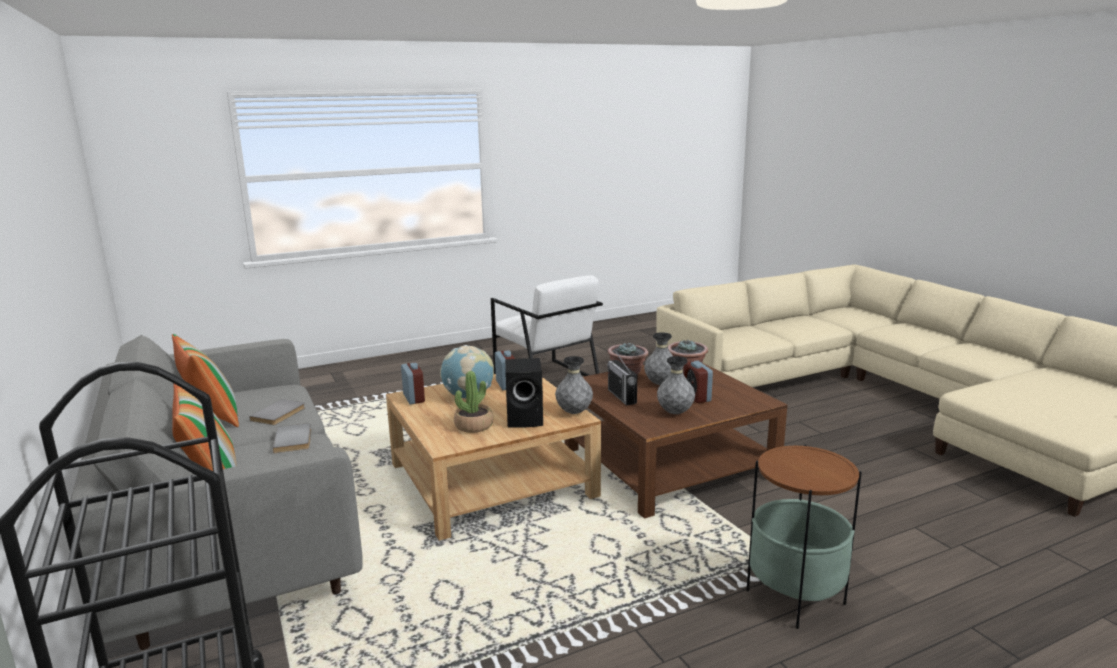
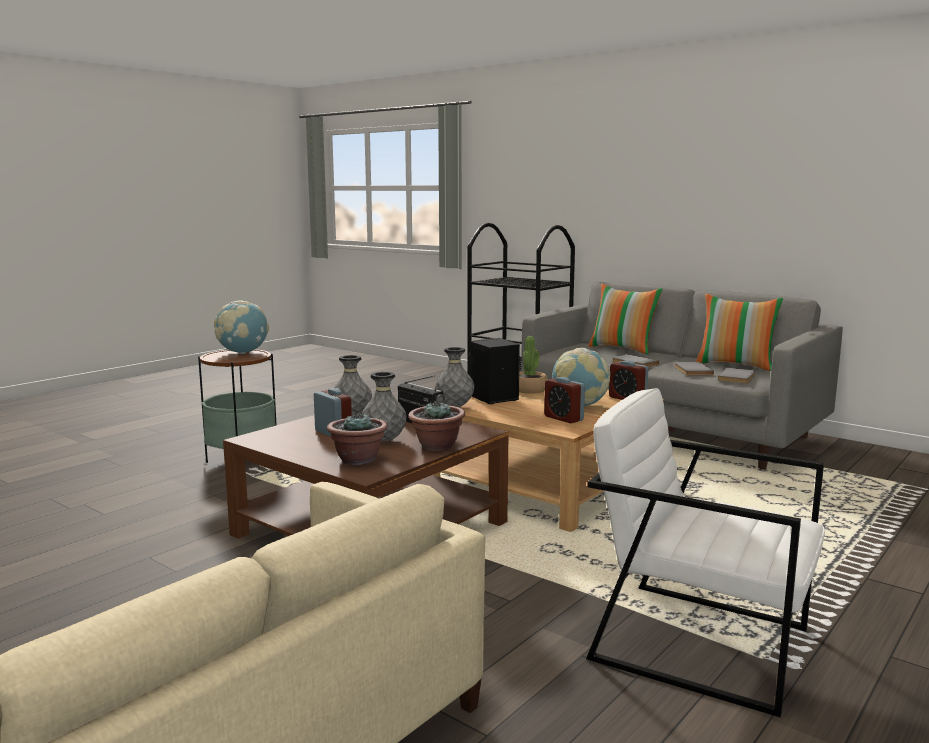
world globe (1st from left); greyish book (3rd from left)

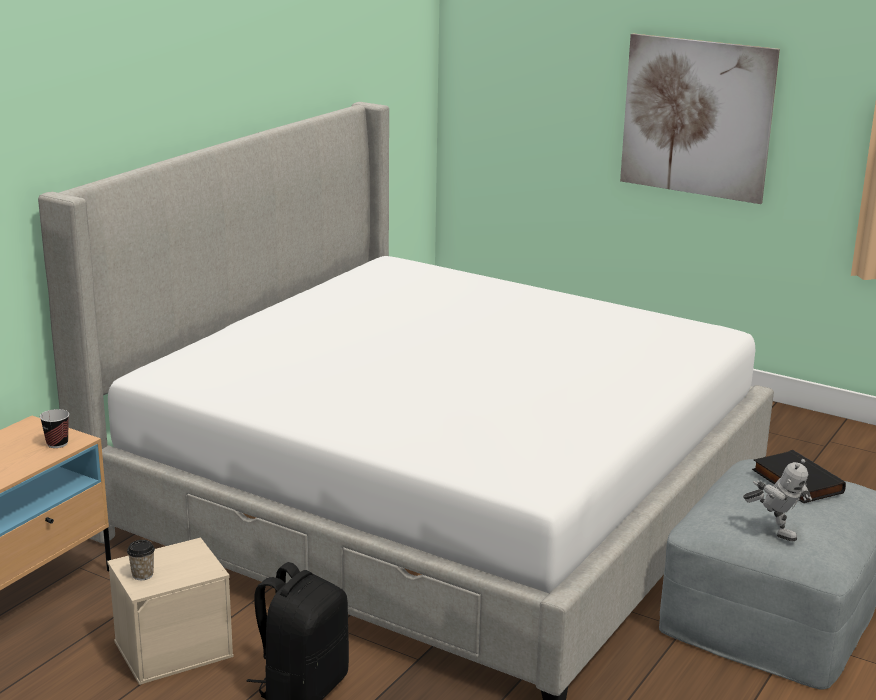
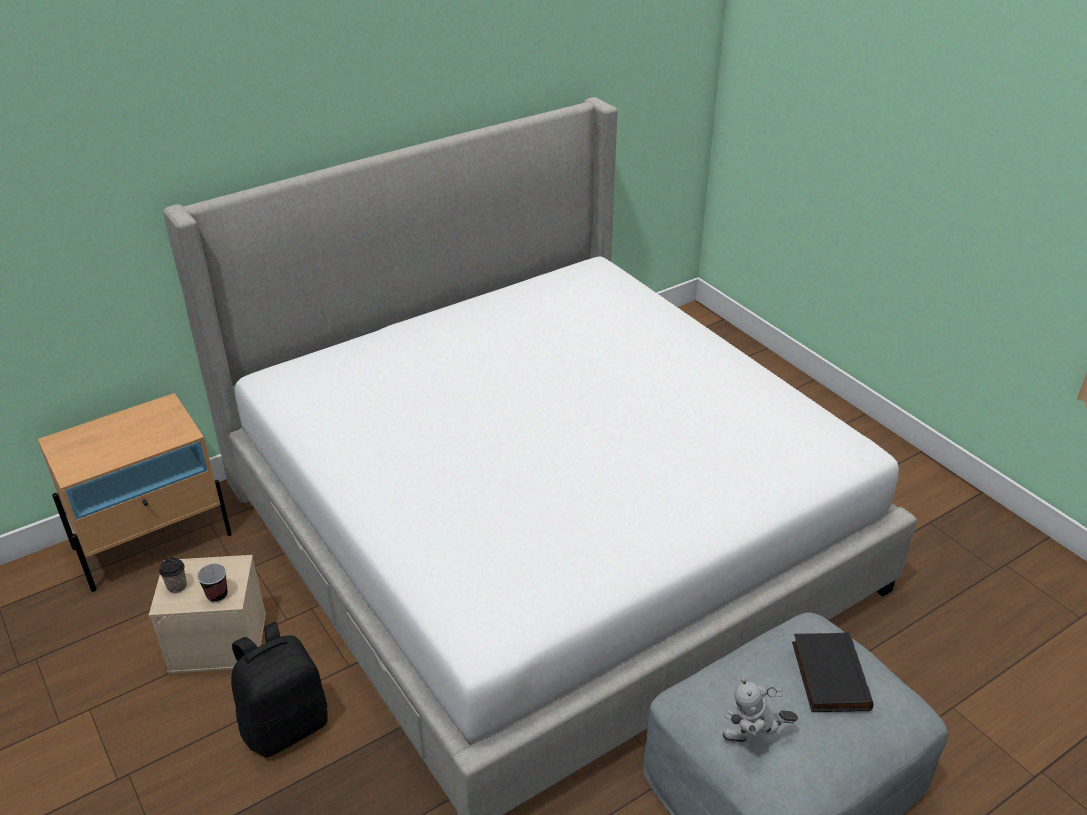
picture; drinking cup (2nd from left); toy robot

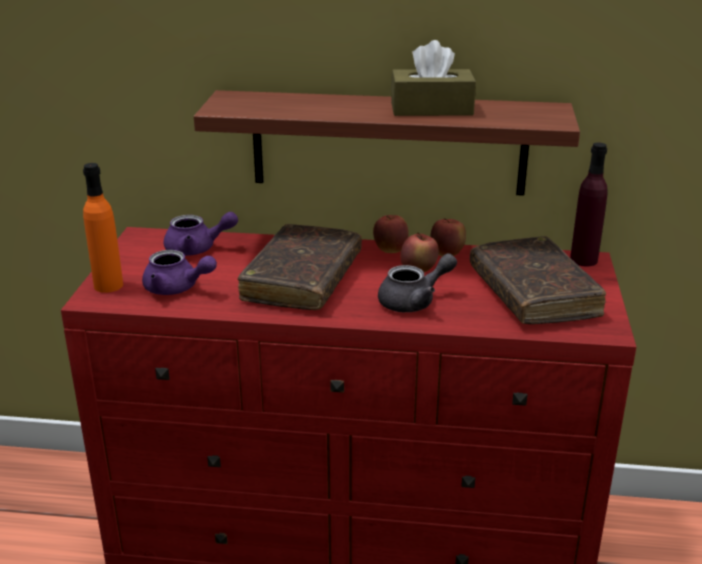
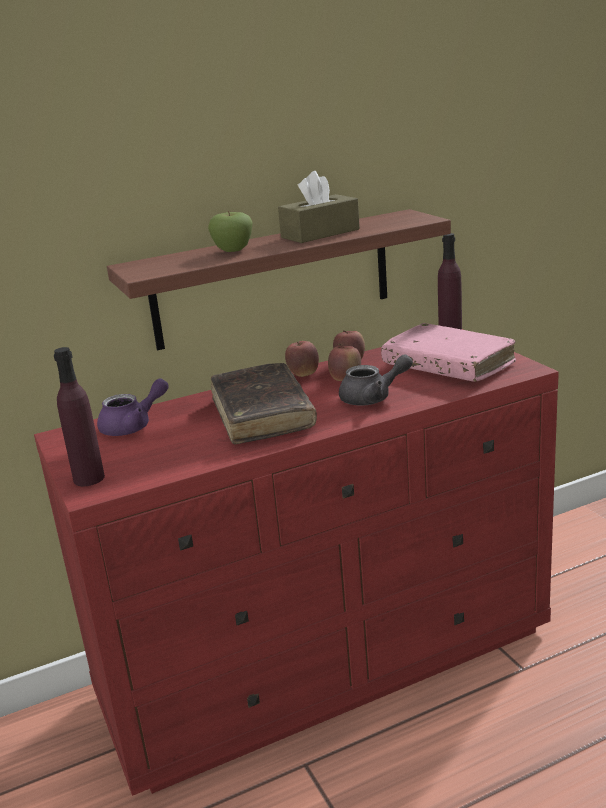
purple drink bottle (1st from left); pinkish book; purple teapot (1st from left in the first image); greyish teapot; apple fruit (1st from left)

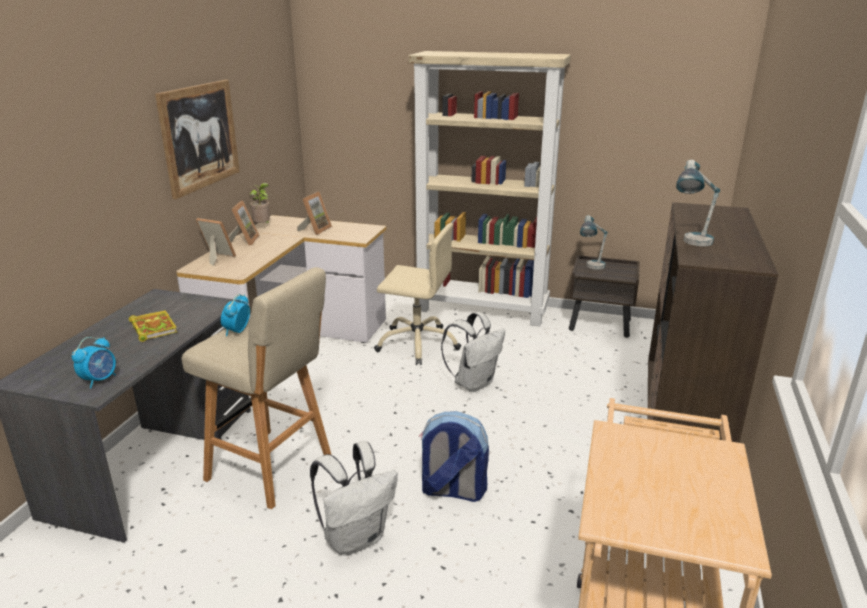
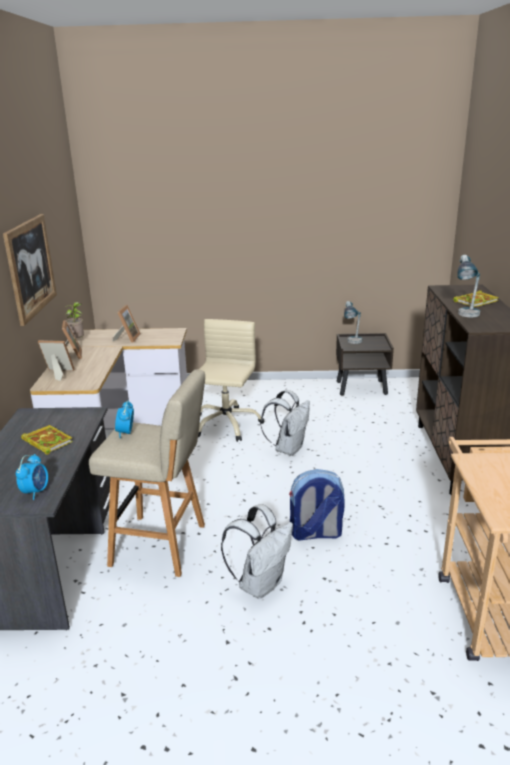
beige-coloured bookshelf; beige-coloured office chair; book (2nd from left)

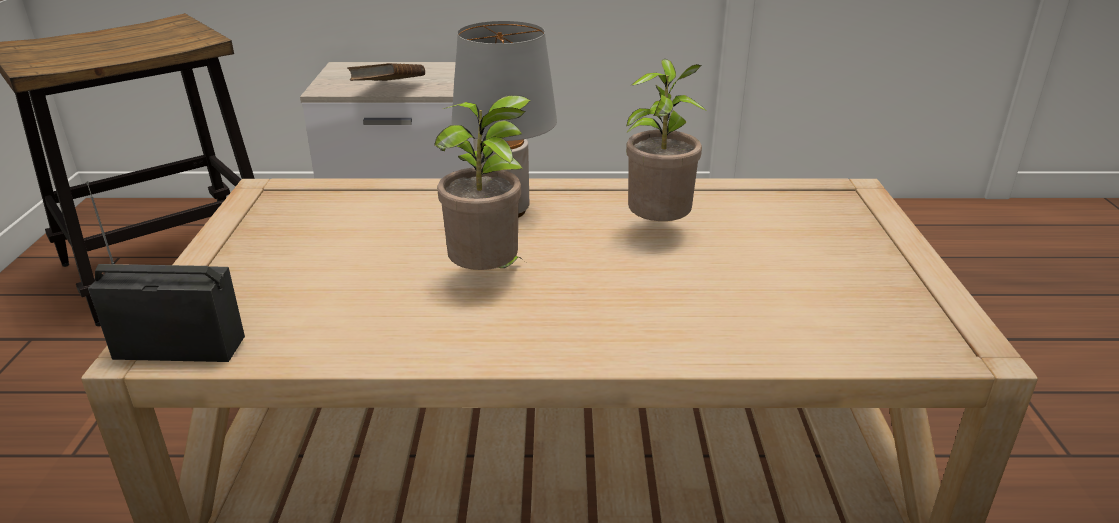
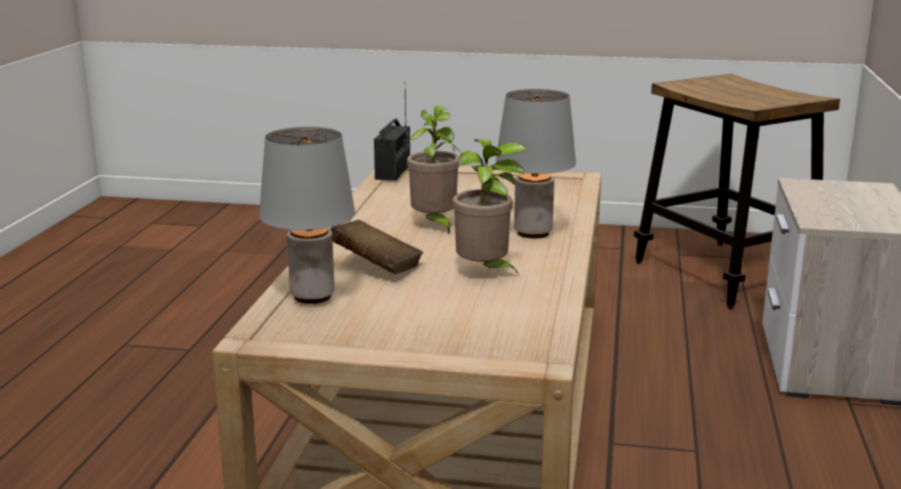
brownish book; greyish tabletop lamp (1st from left)

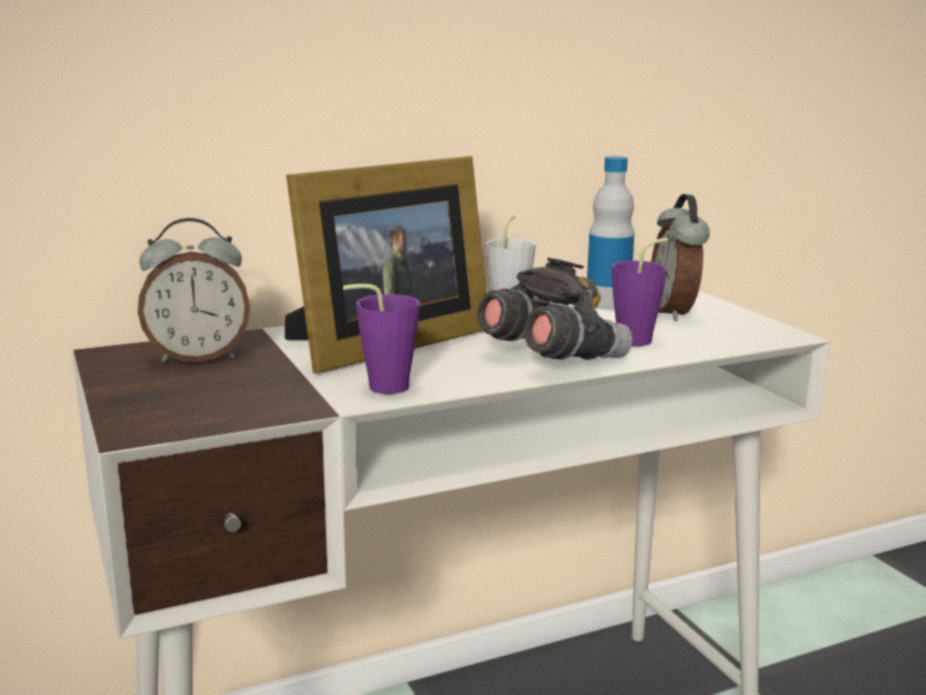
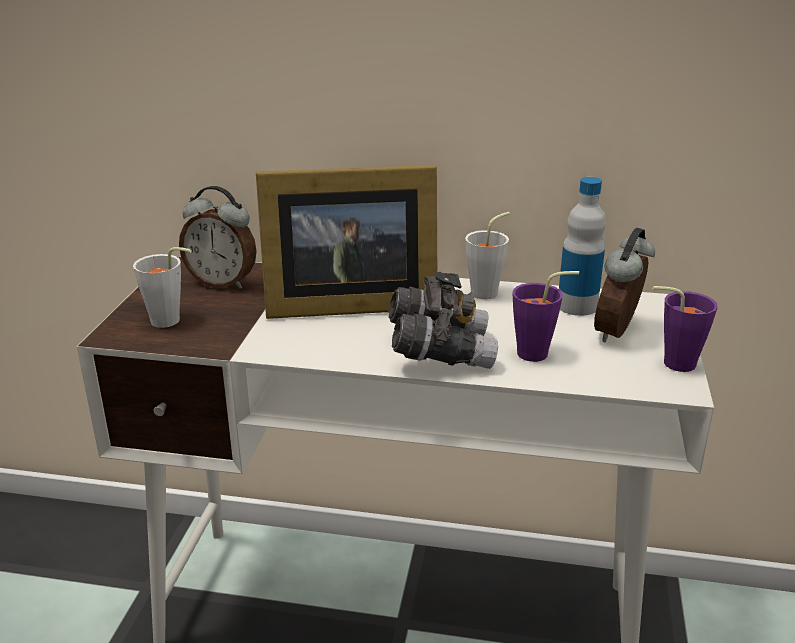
purple drinking cup (2nd from left); greyish drinking cup (1st from left)

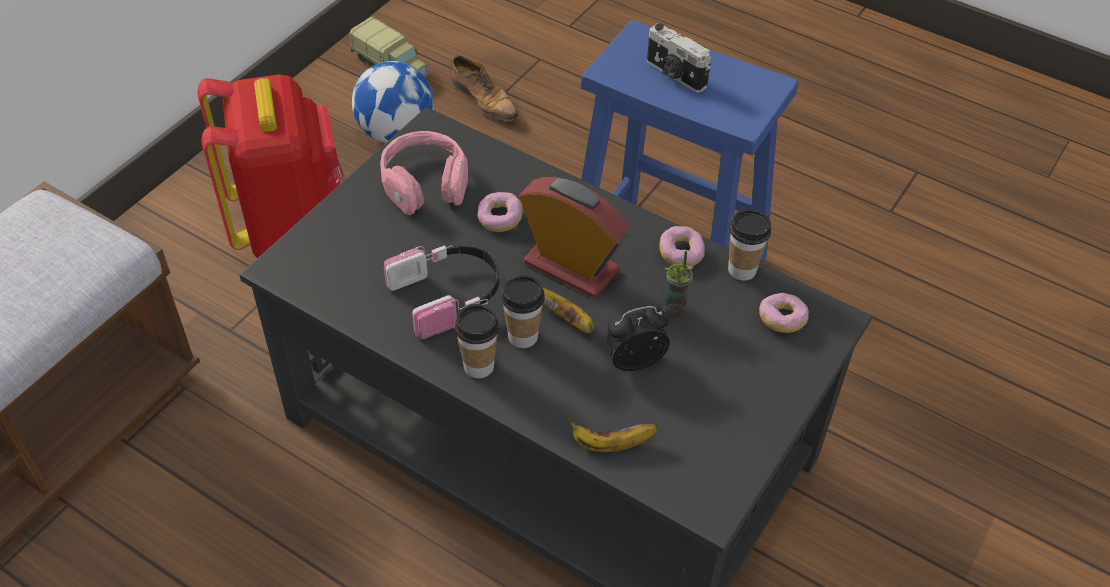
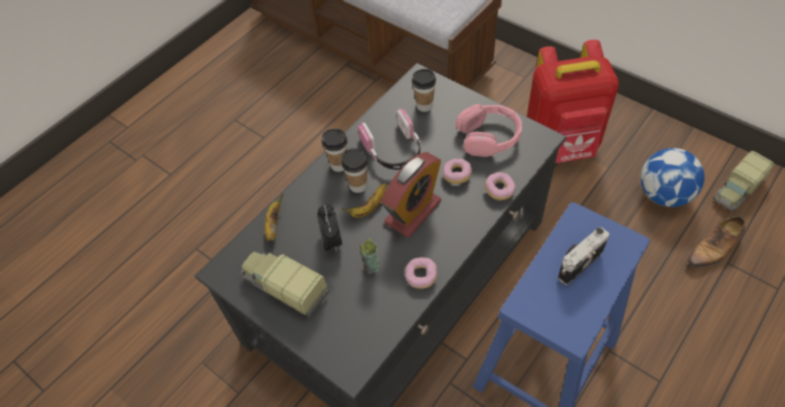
drinking cup (4th from left); donut (3rd from left); toy lorry (1st from left)

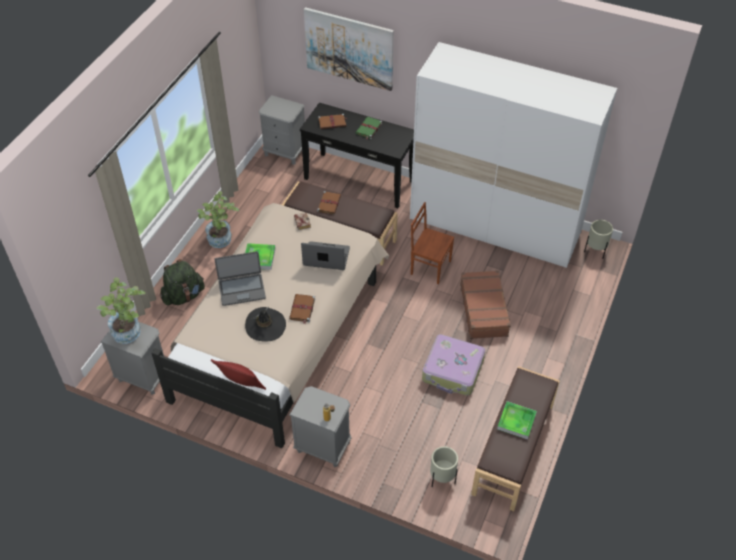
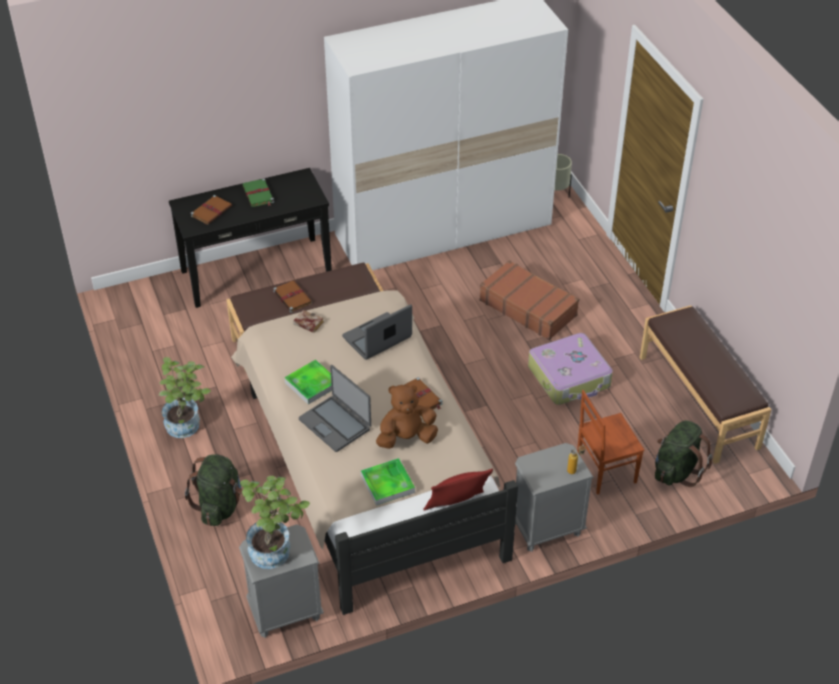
picture; greyish bedside table (2nd from left in the first image); brownish chair; portable computer (1st from left); brownish cuddly toy; carrying tray (2nd from left); green-coloured rucksack (2nd from left)

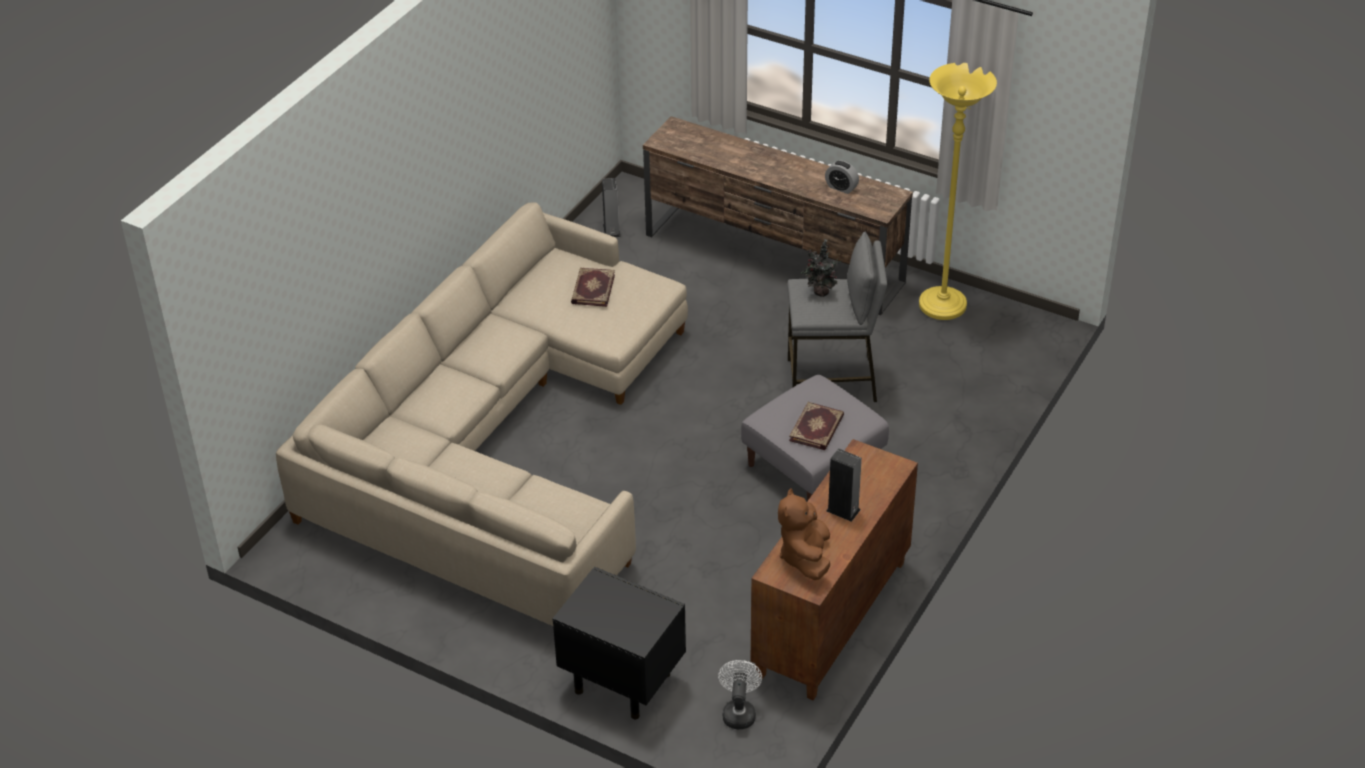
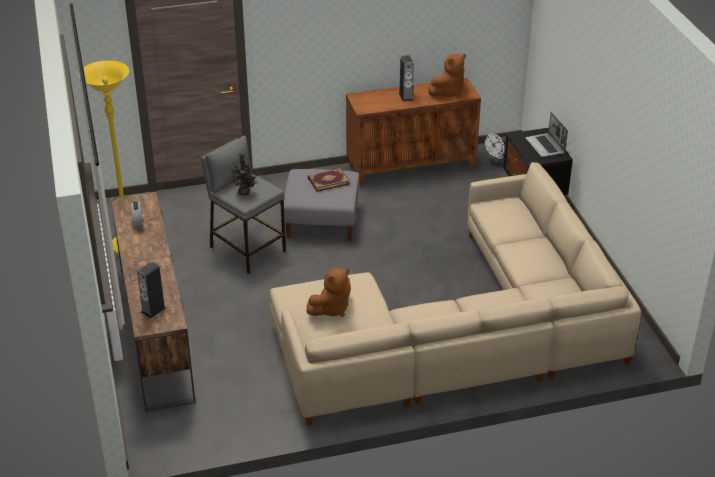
speaker (1st from left); brownish cuddly toy (1st from left); portable computer

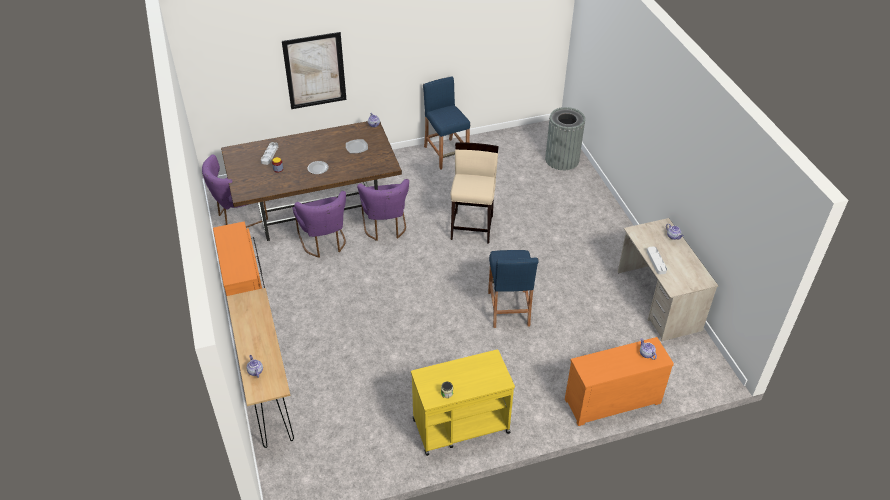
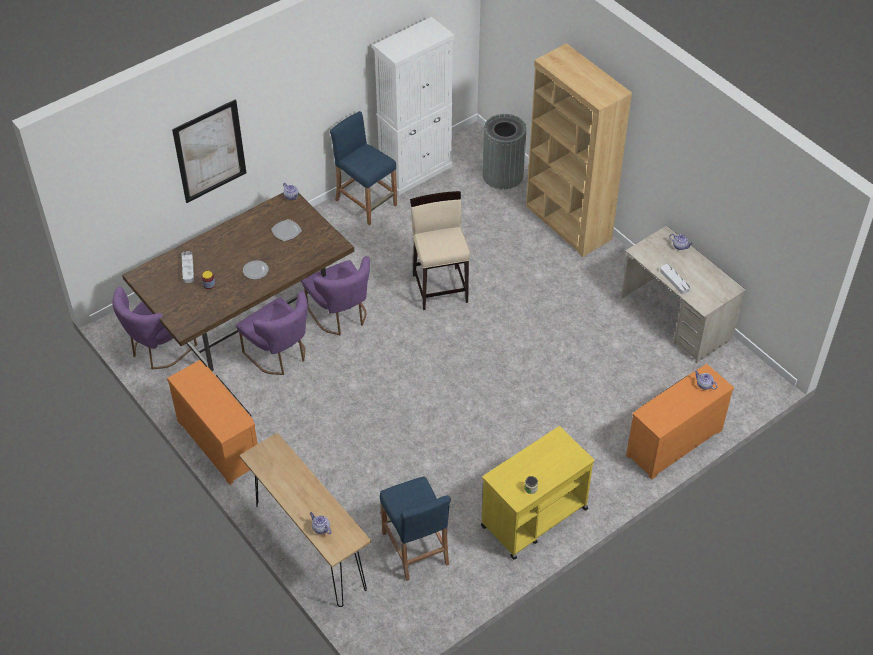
blue stool (2nd from left); whitish cupboard; brownish bookshelf

